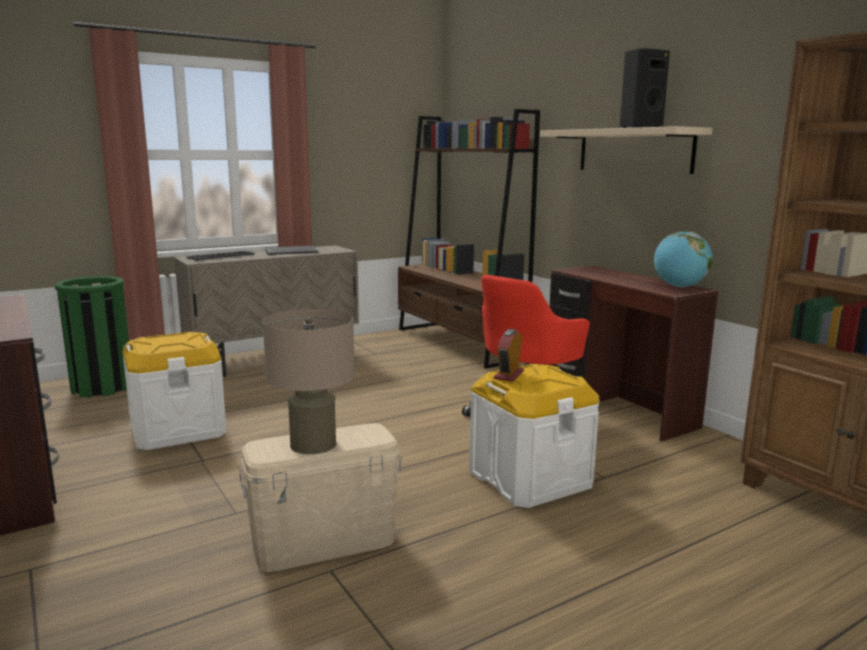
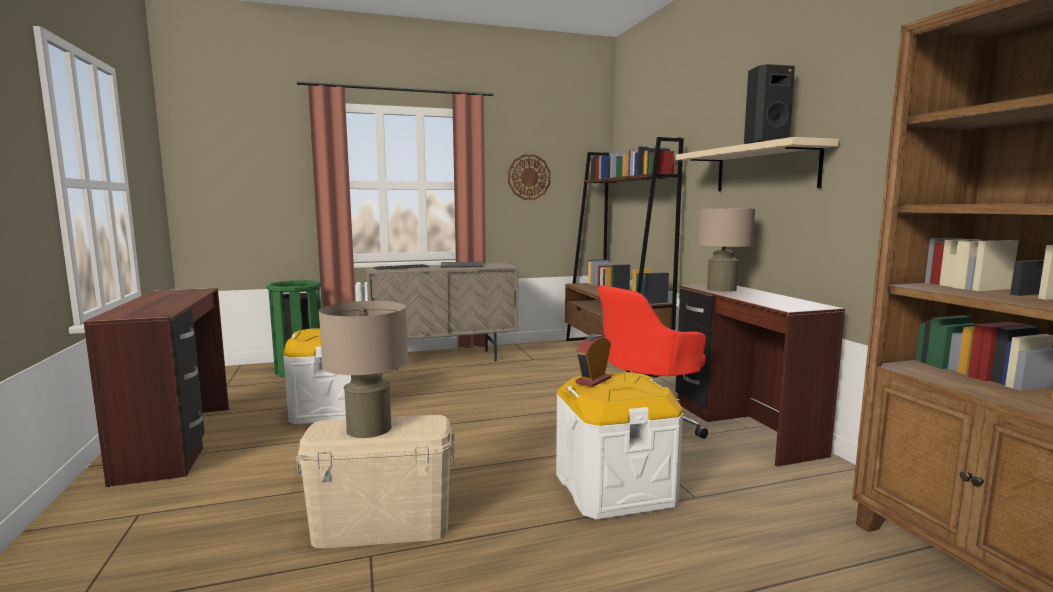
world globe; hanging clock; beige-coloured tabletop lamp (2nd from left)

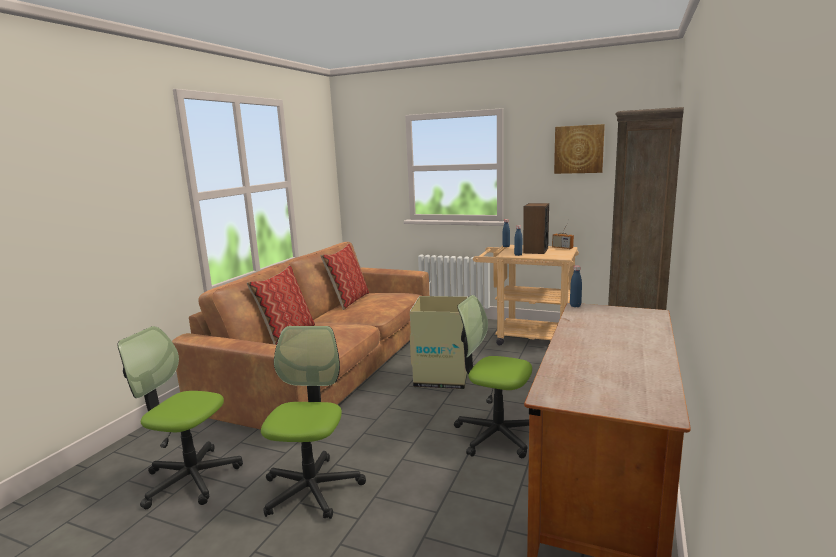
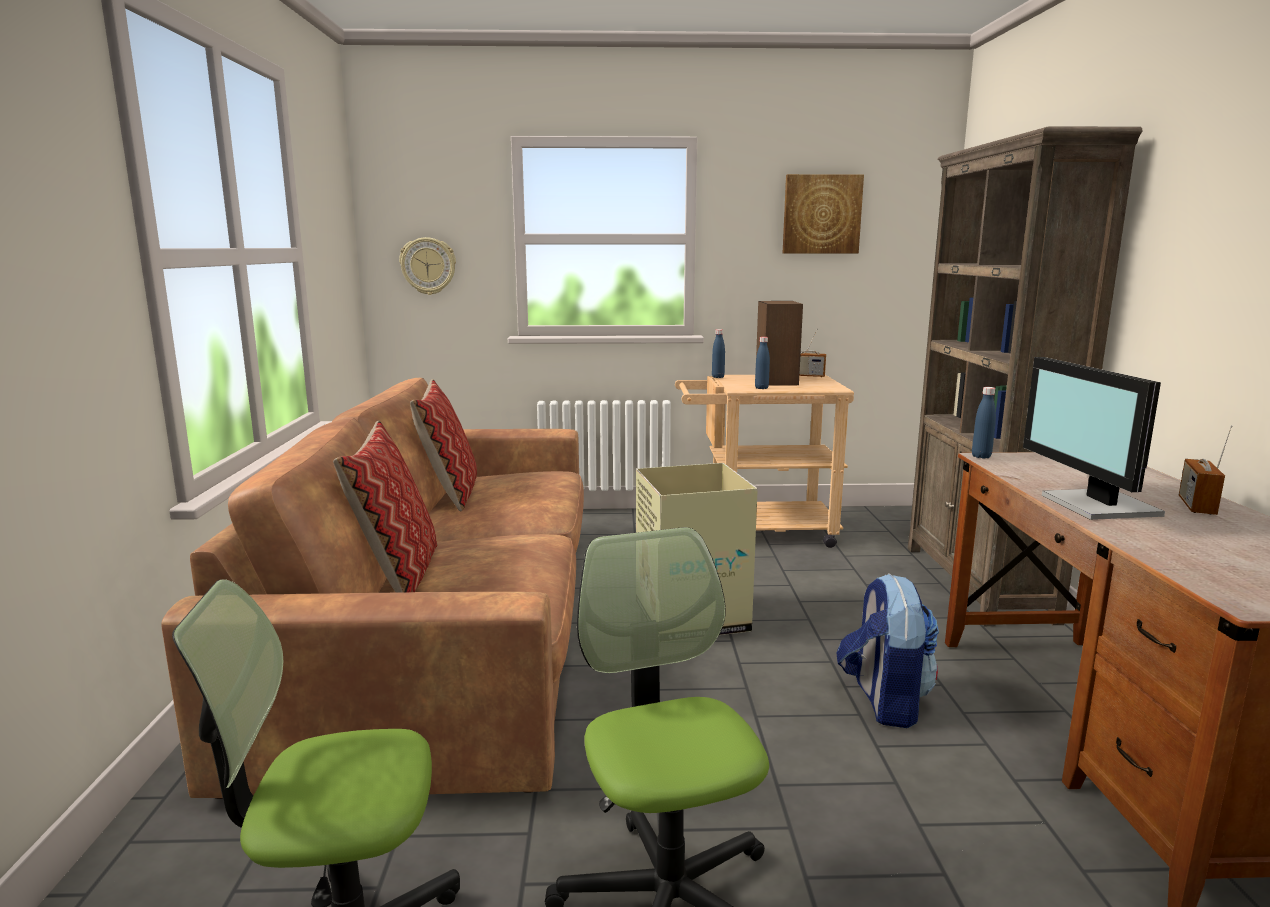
rucksack; hanging clock; computer display; radio (2nd from left)

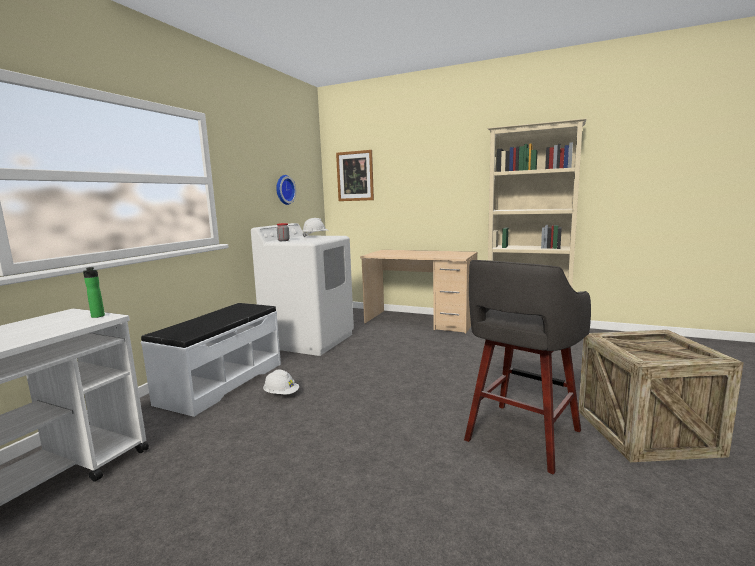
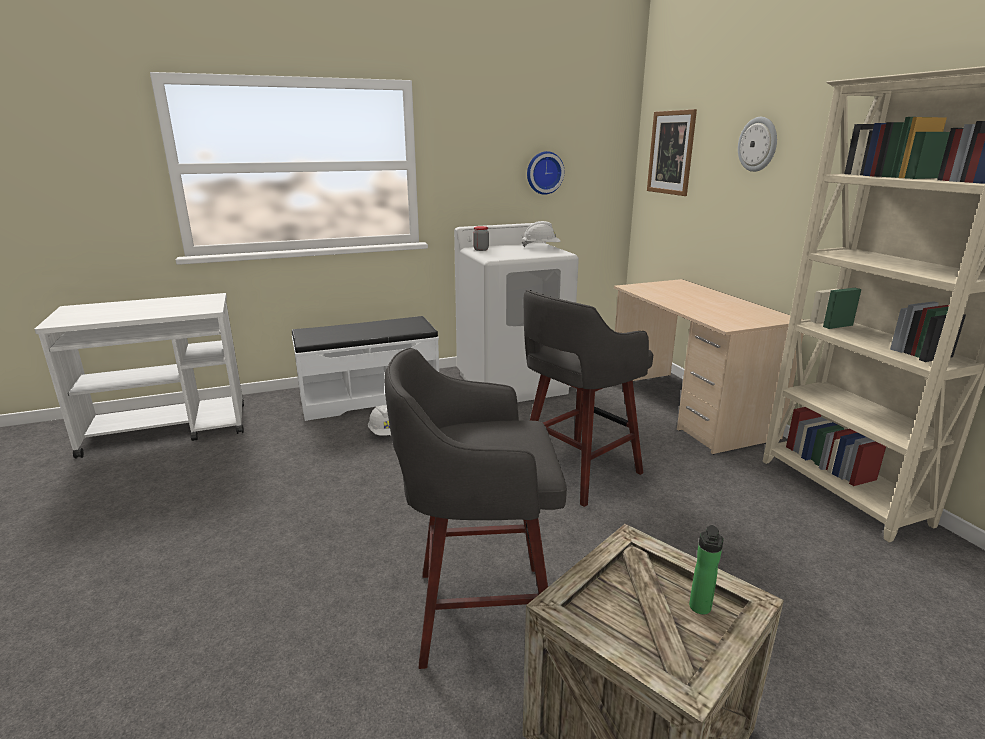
drink bottle; hanging clock (2nd from left); greyish stool (2nd from left)

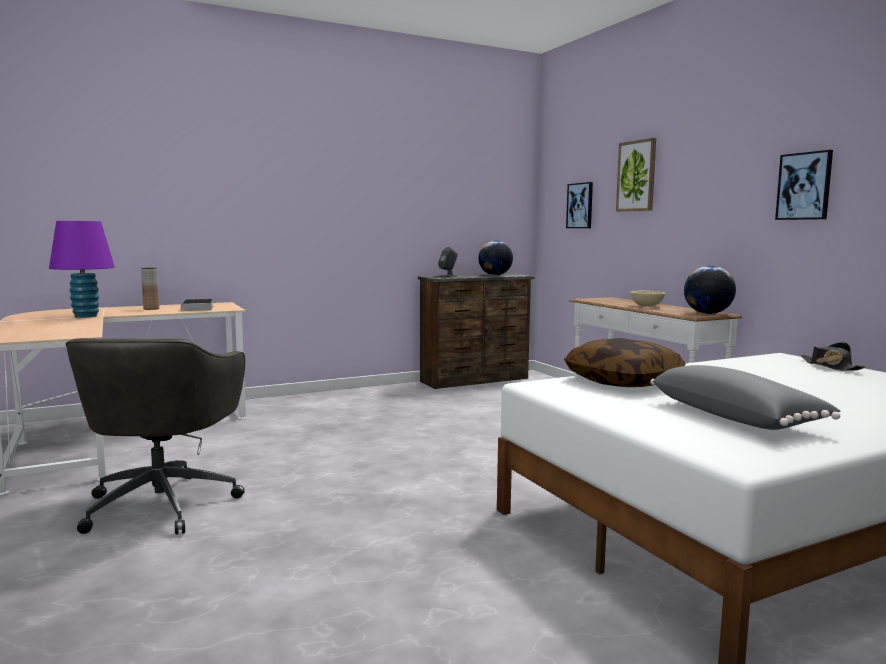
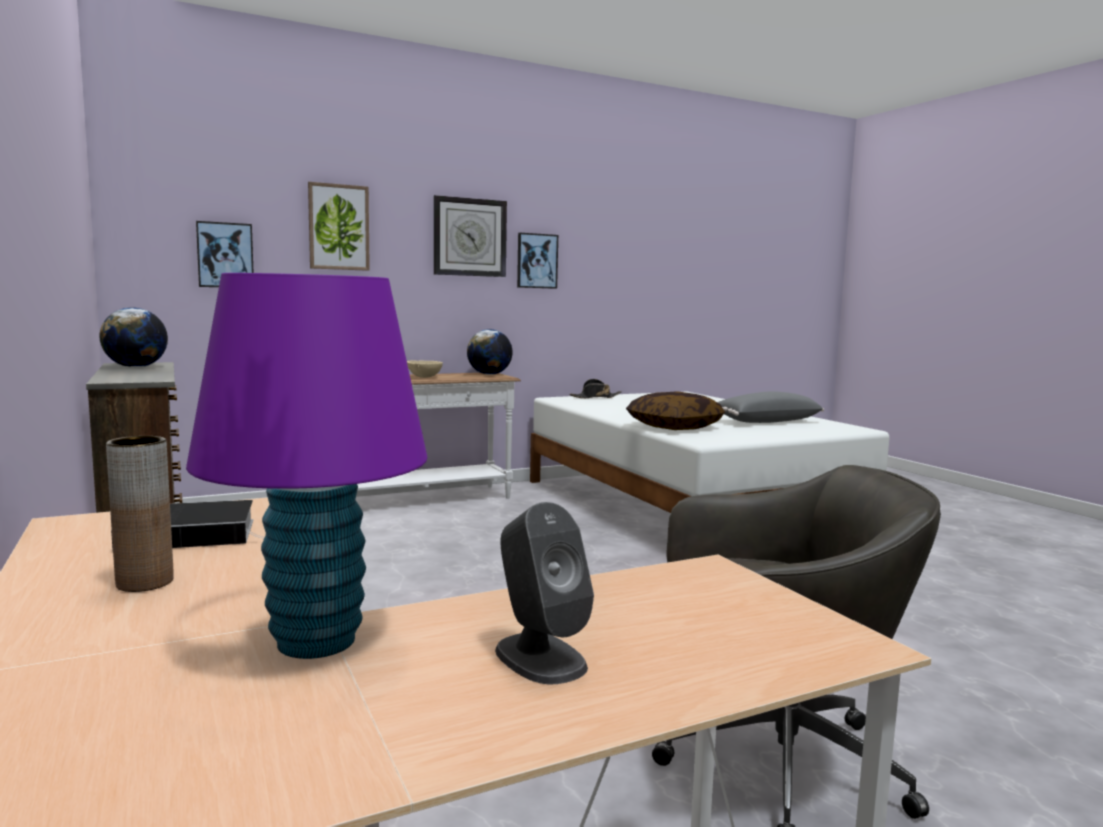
greyish speaker; hanging clock

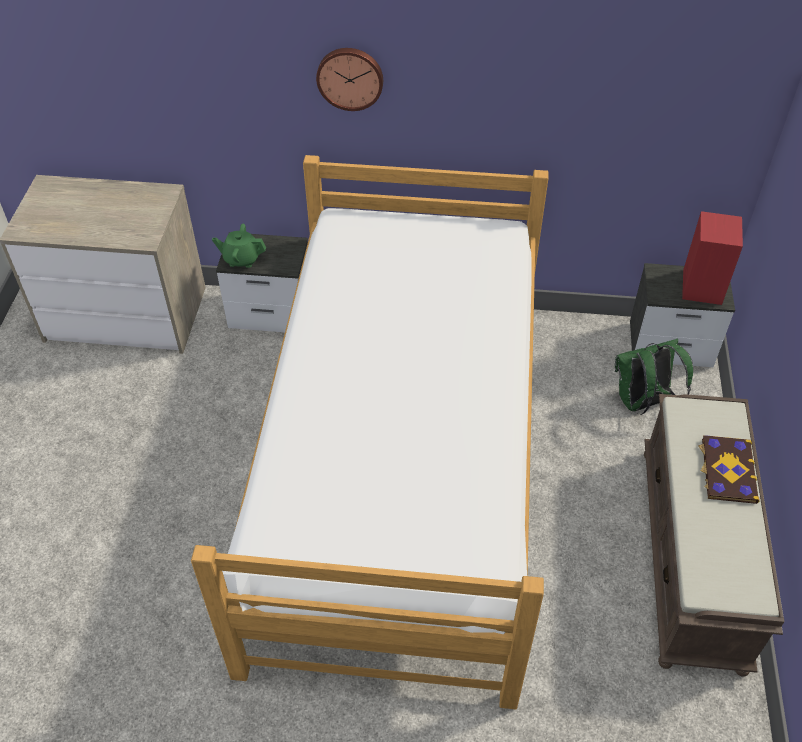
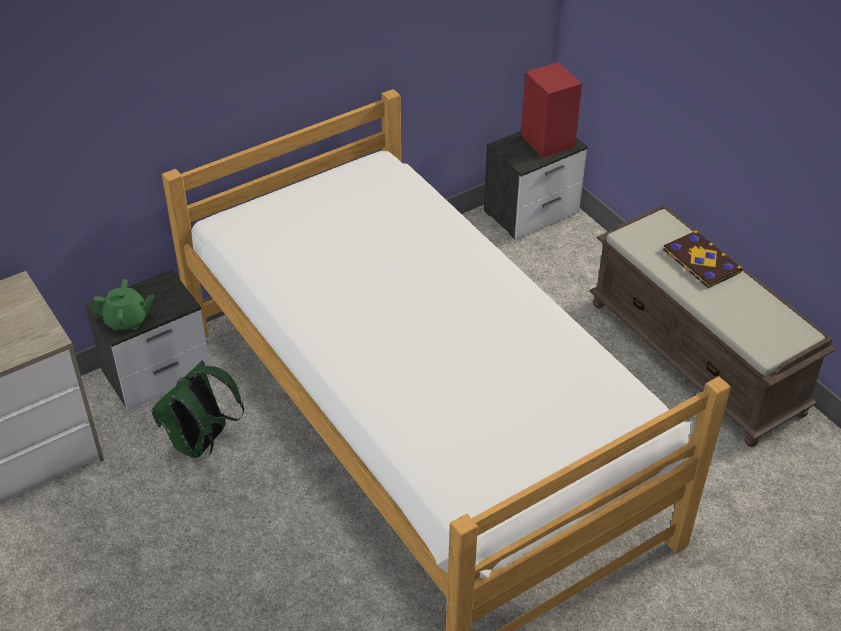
hanging clock; green-coloured teapot; green-coloured rucksack

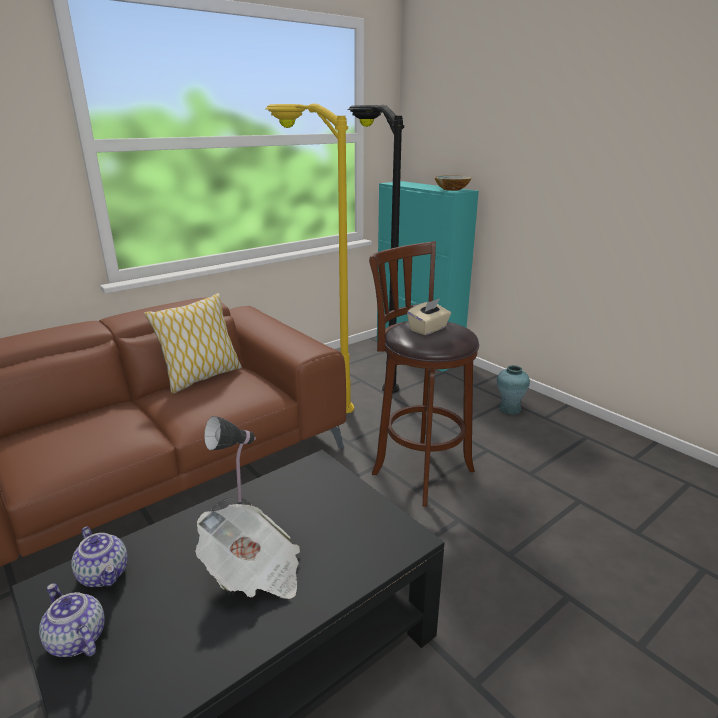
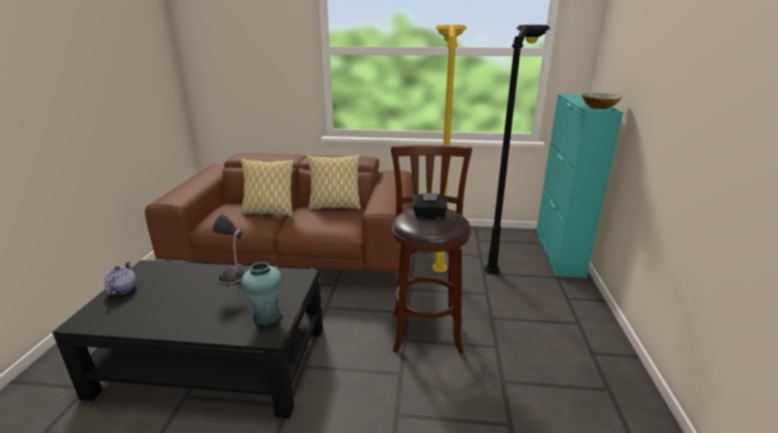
blackish tissue box; turquoise-coloured flower vase; printed paper; teapot (2nd from left in the first image); pillow (1st from left)

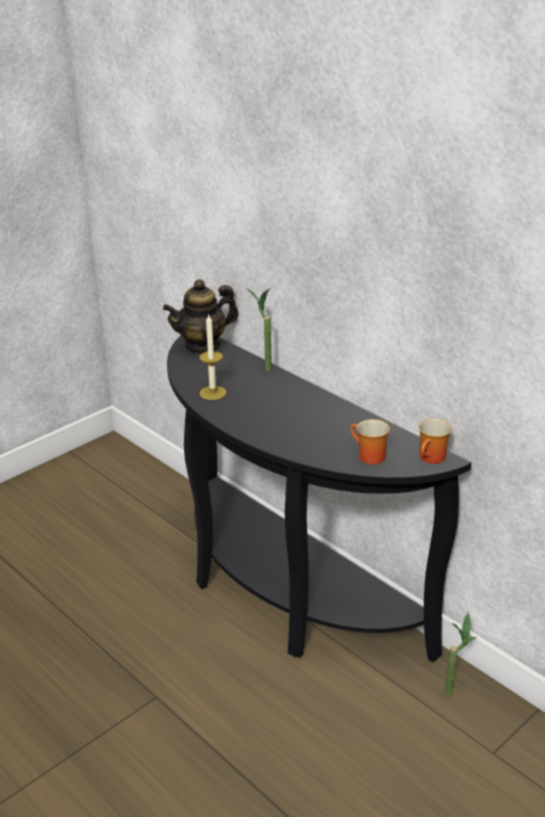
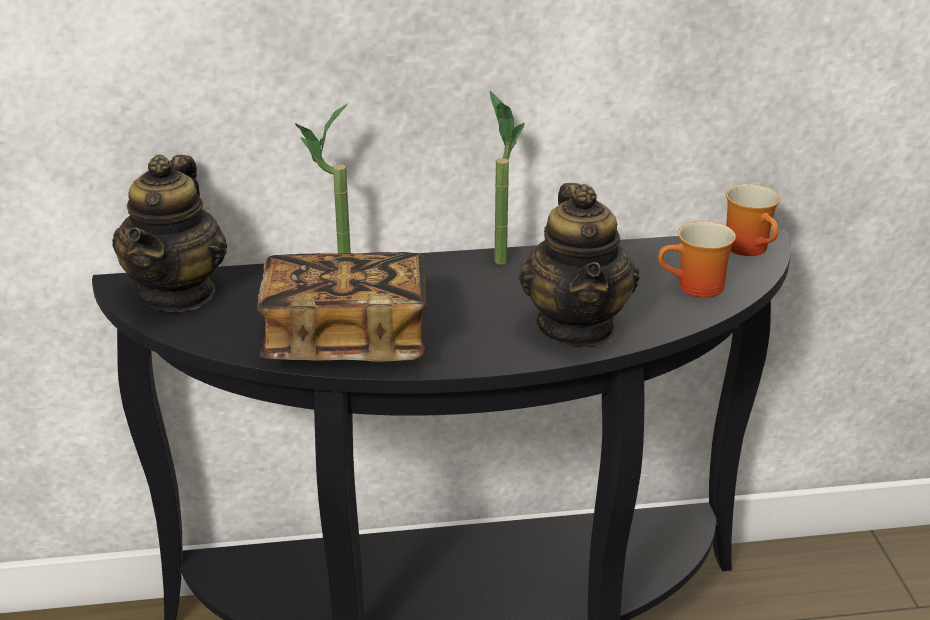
book; potted plant (2nd from left); teapot (2nd from left)

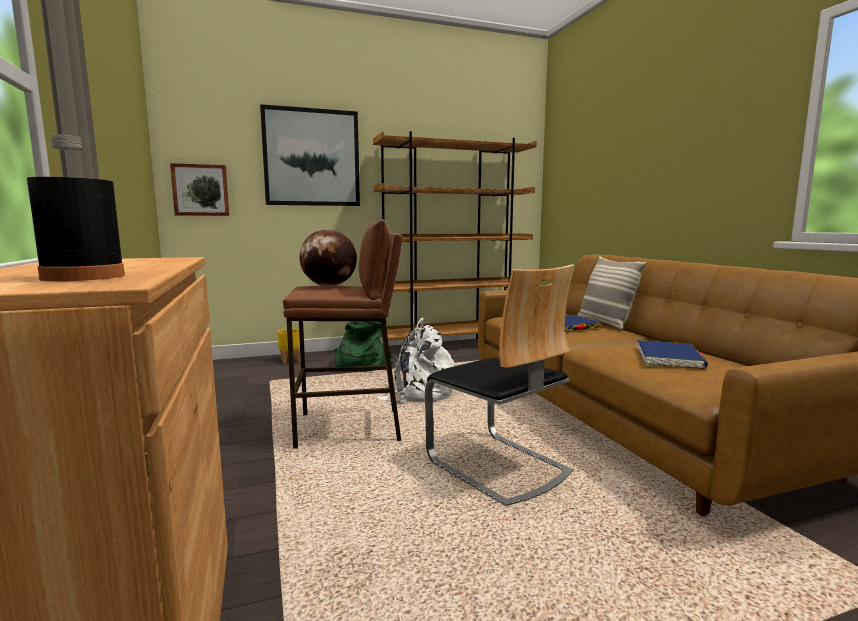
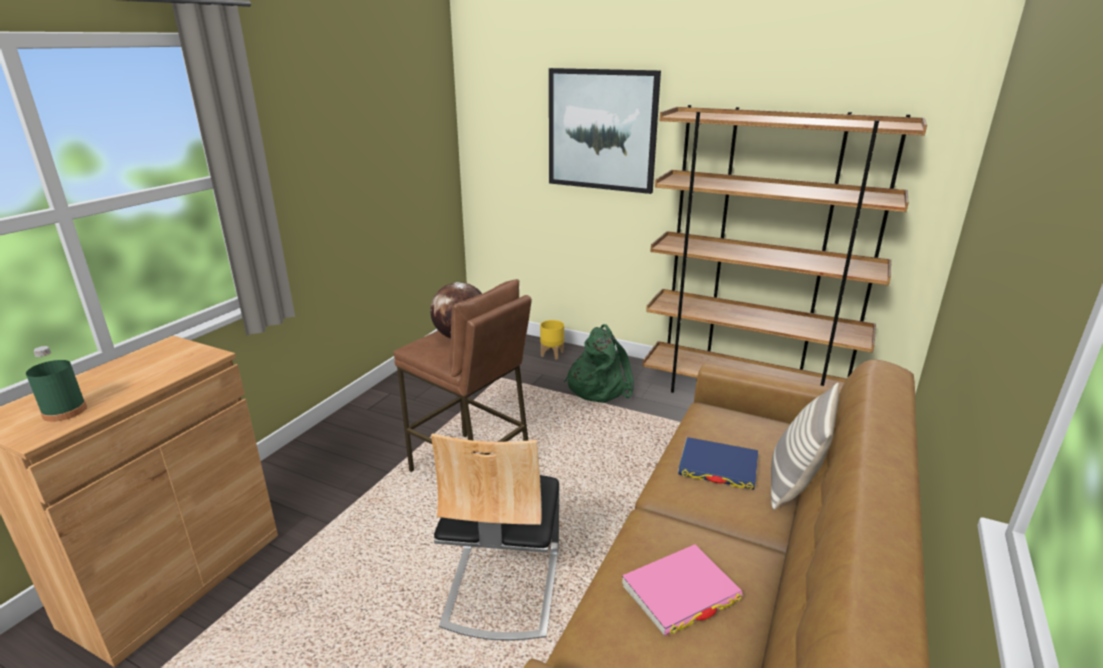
green-coloured drink bottle; picture (1st from left in the first image); whitish rucksack; pinkish book

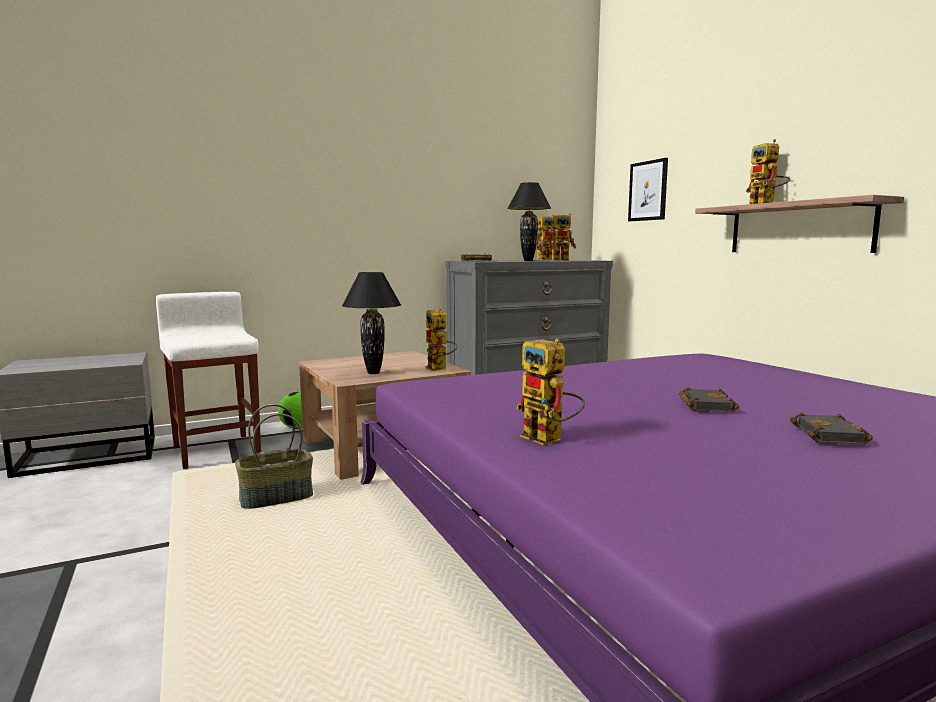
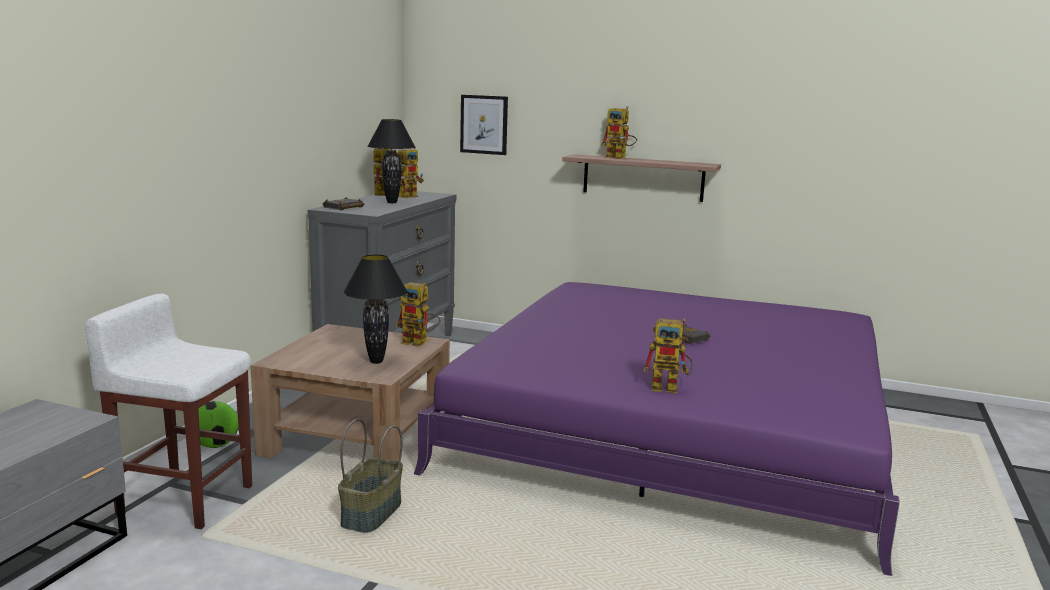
blackish book (3rd from left in the first image)

